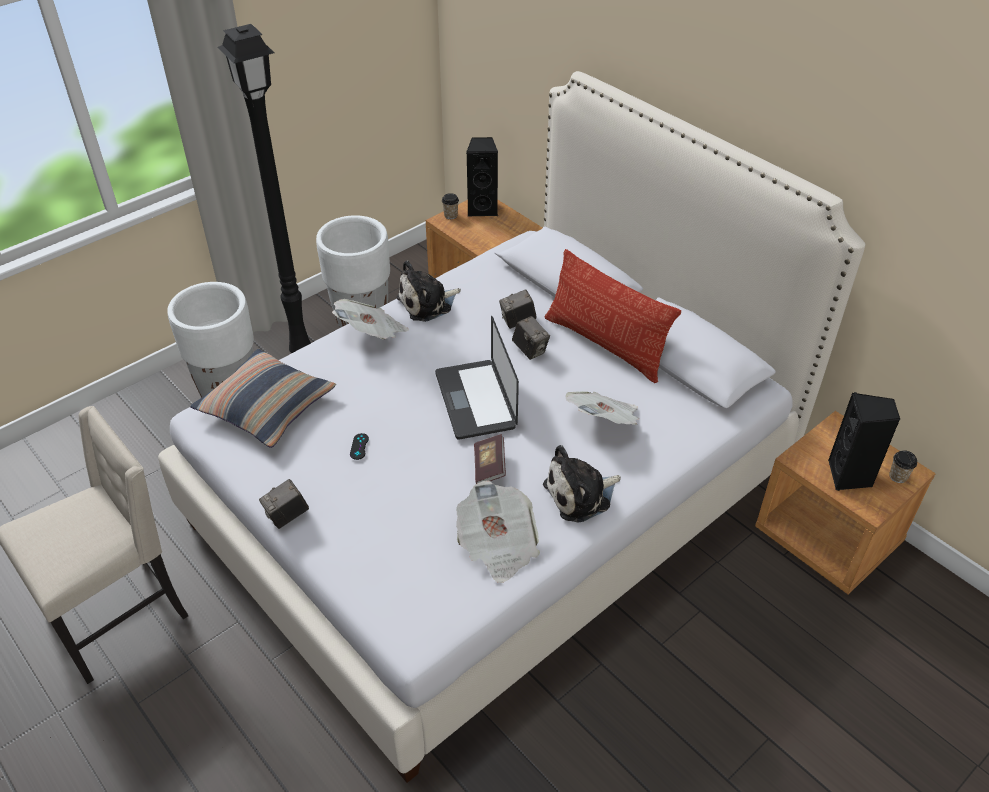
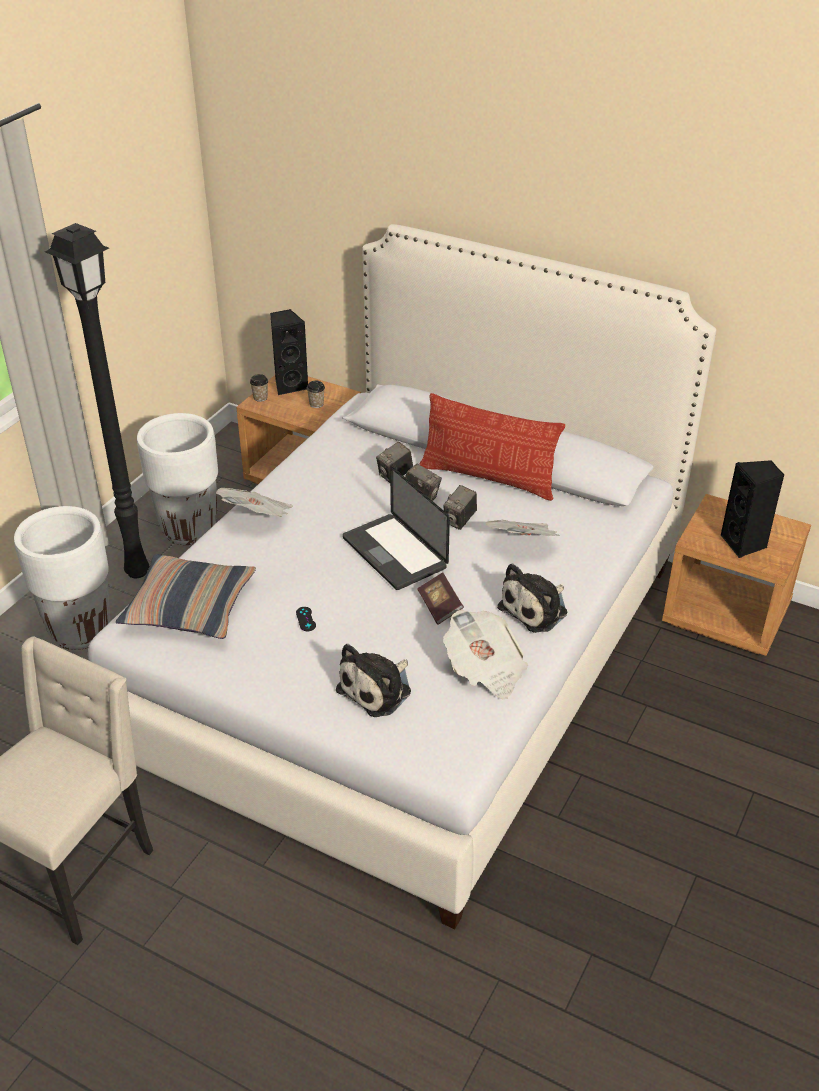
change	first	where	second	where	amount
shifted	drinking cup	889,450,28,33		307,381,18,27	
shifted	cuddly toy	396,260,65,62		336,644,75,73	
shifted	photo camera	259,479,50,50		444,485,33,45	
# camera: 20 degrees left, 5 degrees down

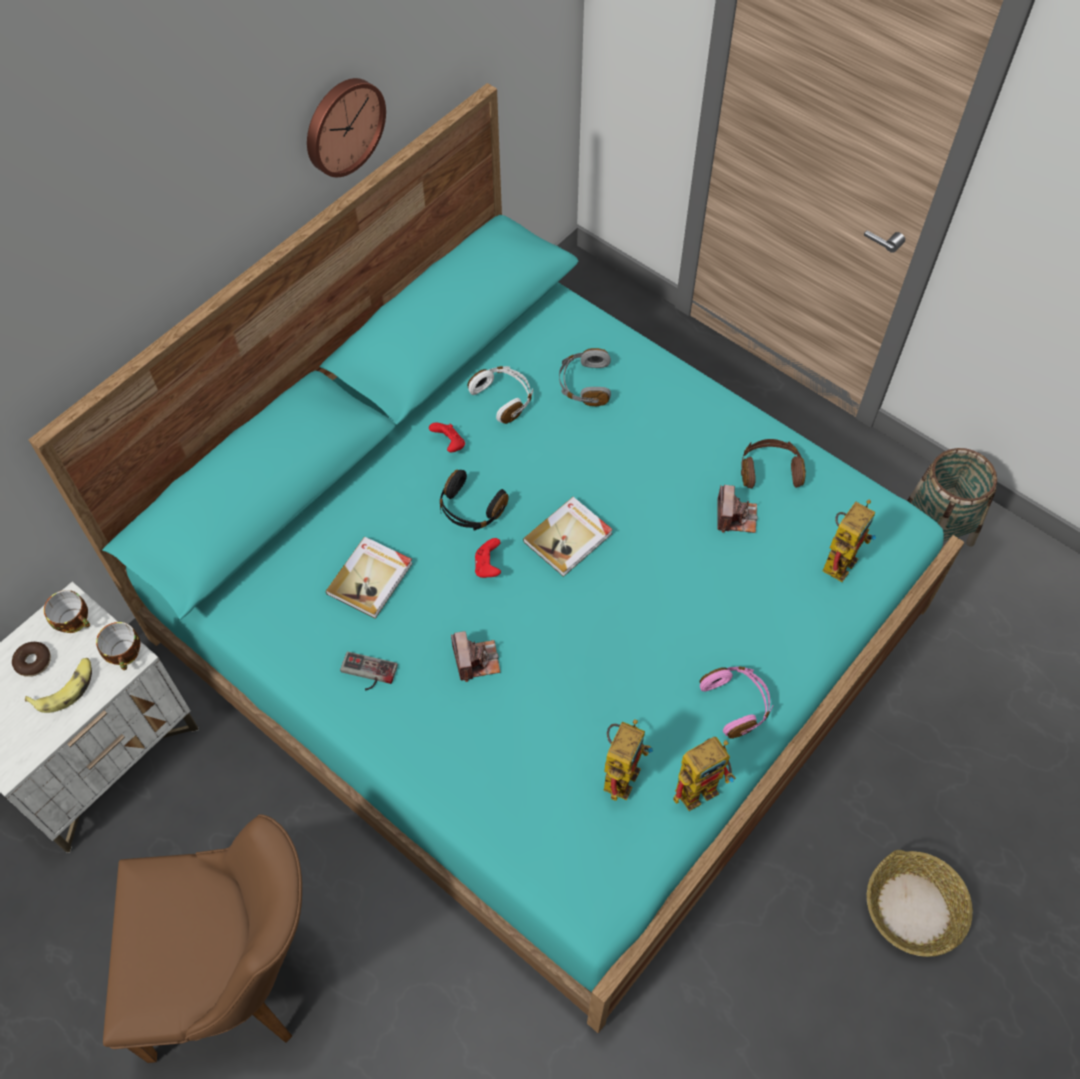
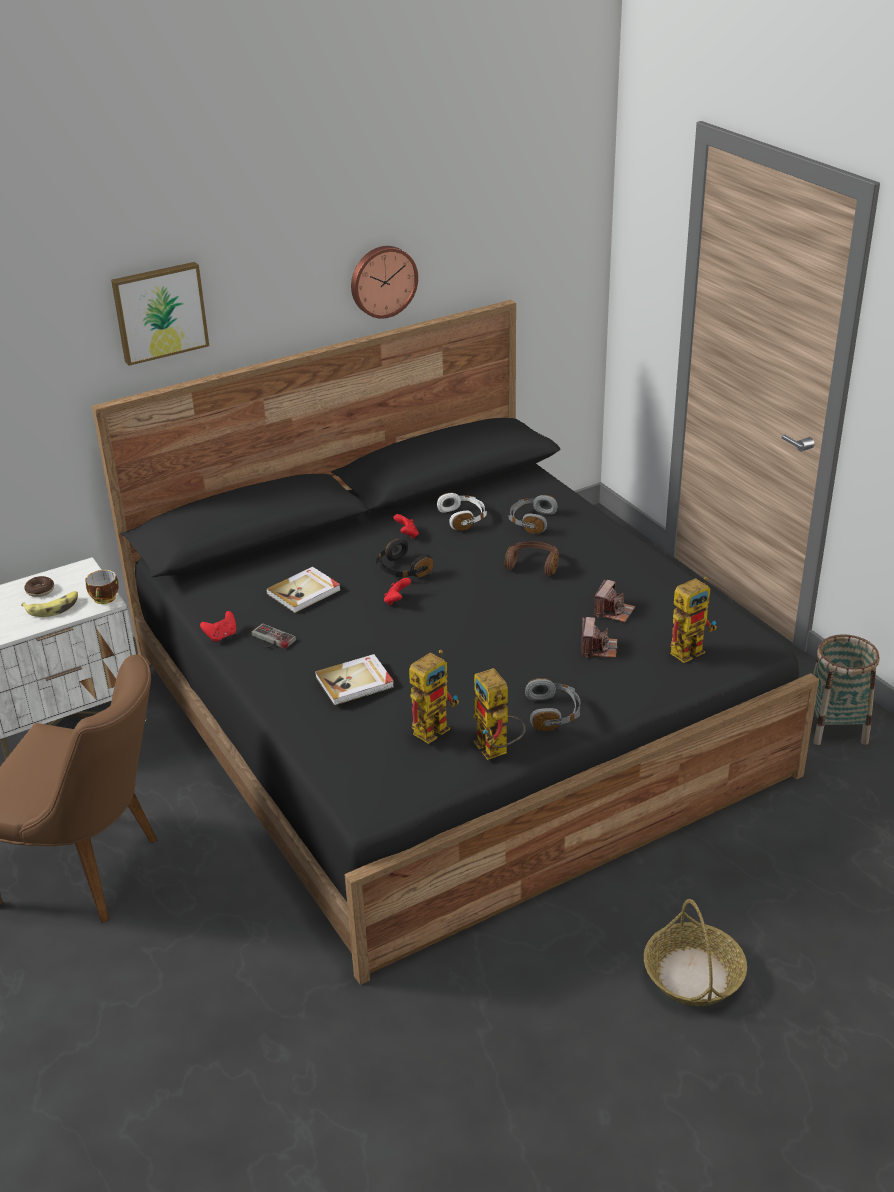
change	first	where	second	where	amount
repainted	turquoise bedroom bed	29,83,935,950	blackish bedroom bed	92,300,727,685	
new			wall art	111,262,98,104	
new			red game controller	200,611,36,31	
shifted	volume	523,497,90,80		315,654,79,52	
rotated	robot figure	673,737,63,74		473,668,53,92	75 degrees clockwise
shifted	brownish pair of headphones	741,439,65,49		505,541,54,35	
repainted	pink pair of headphones	700,666,73,73	greyish pair of headphones	525,678,55,53	
shifted	photo camera	451,631,49,51		582,617,36,41	
gone	drinking cup	44,590,46,43			
# camera: 20 degrees right, 25 degrees down

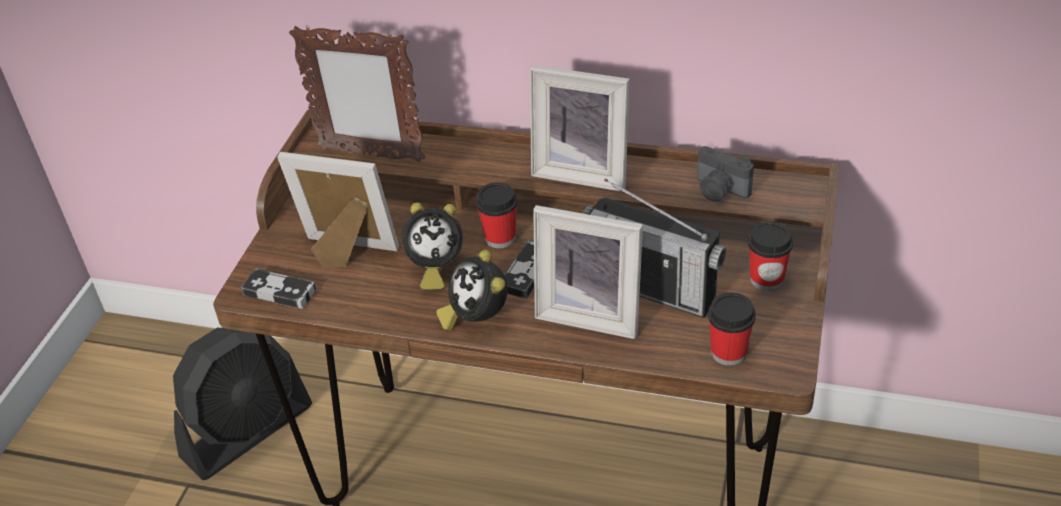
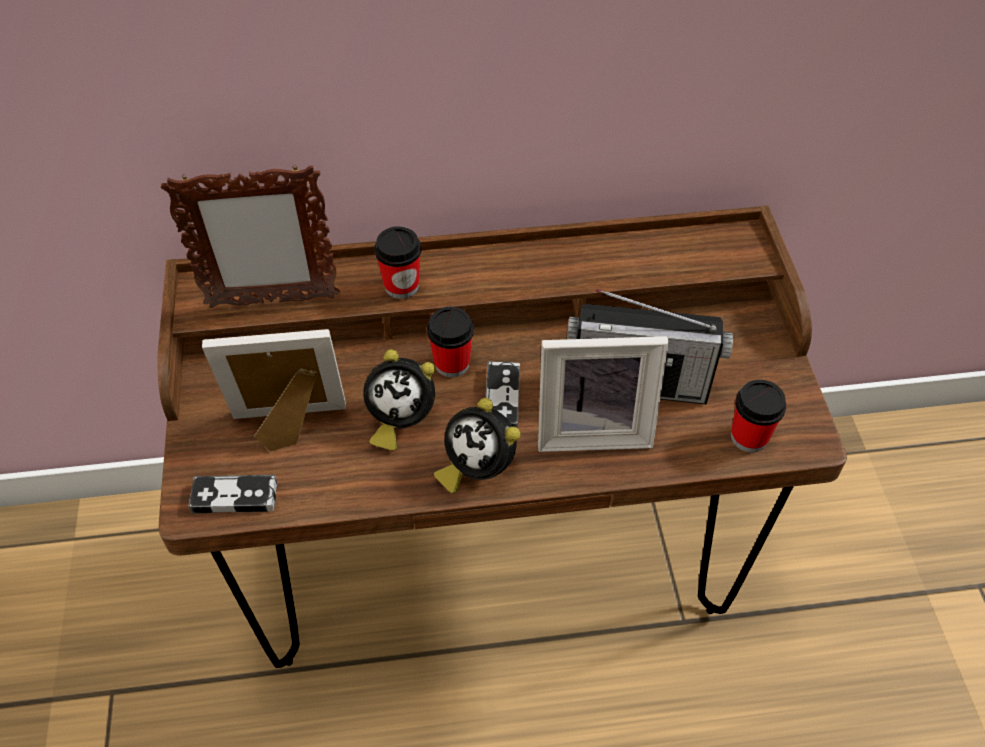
change	first	where	second	where	amount
rotated	bedside clock	402,202,61,88		363,349,72,102	45 degrees clockwise
shifted	drinking cup	748,222,45,69		375,226,46,73	
gone	blackish cooling fan	173,328,139,152			
gone	picture frame	530,65,100,127			
gone	photo camera	697,146,57,56			
# camera: 25 degrees left, 10 degrees up

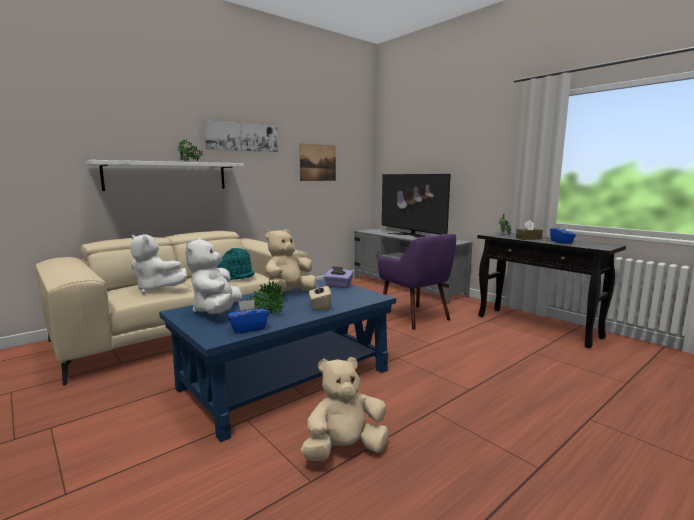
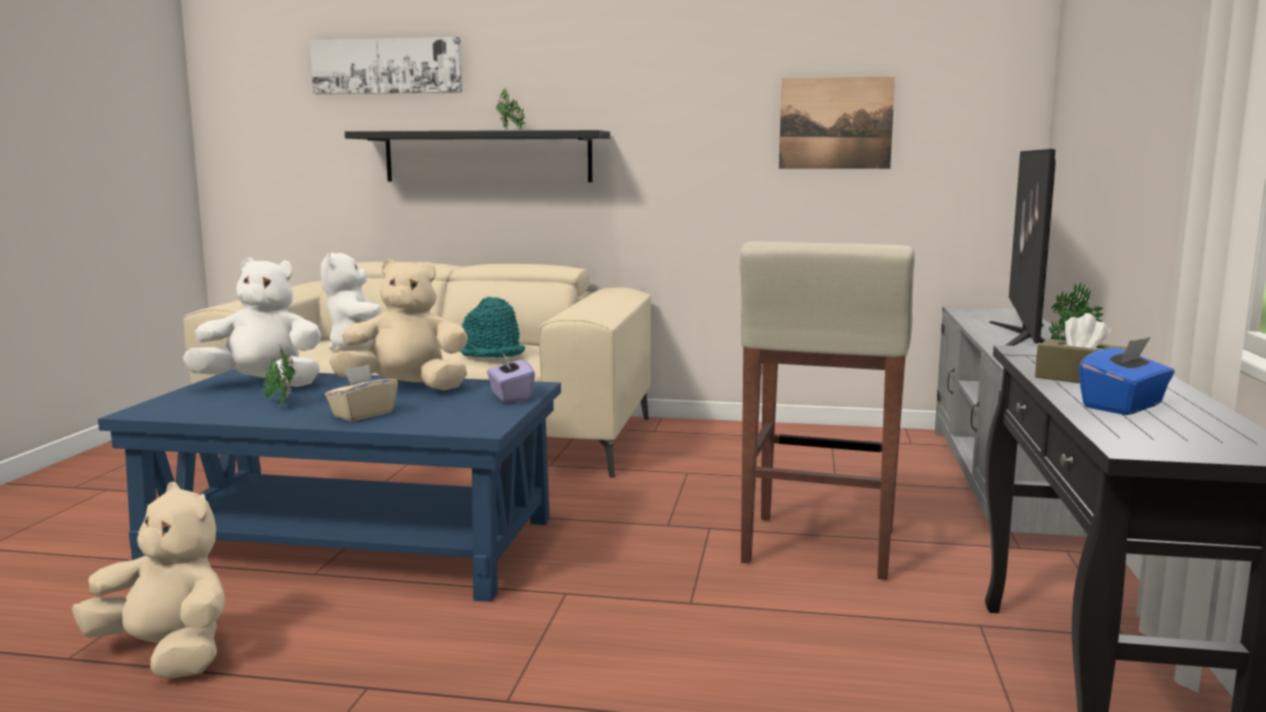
change	first	where	second	where	amount
rotated	white cuddly toy	185,238,57,76		183,257,139,130	45 degrees clockwise
shifted	wall art	204,120,74,32		310,37,152,57	
repainted	white wall shelf	86,160,158,31	blackish wall shelf	345,130,265,52	
swapped	purple-coloured armchair	378,234,78,96	beige-coloured stool seat	740,241,175,339	
gone	bluish box of tissues	228,299,41,34			
# camera: 50 degrees right, 0 degrees up

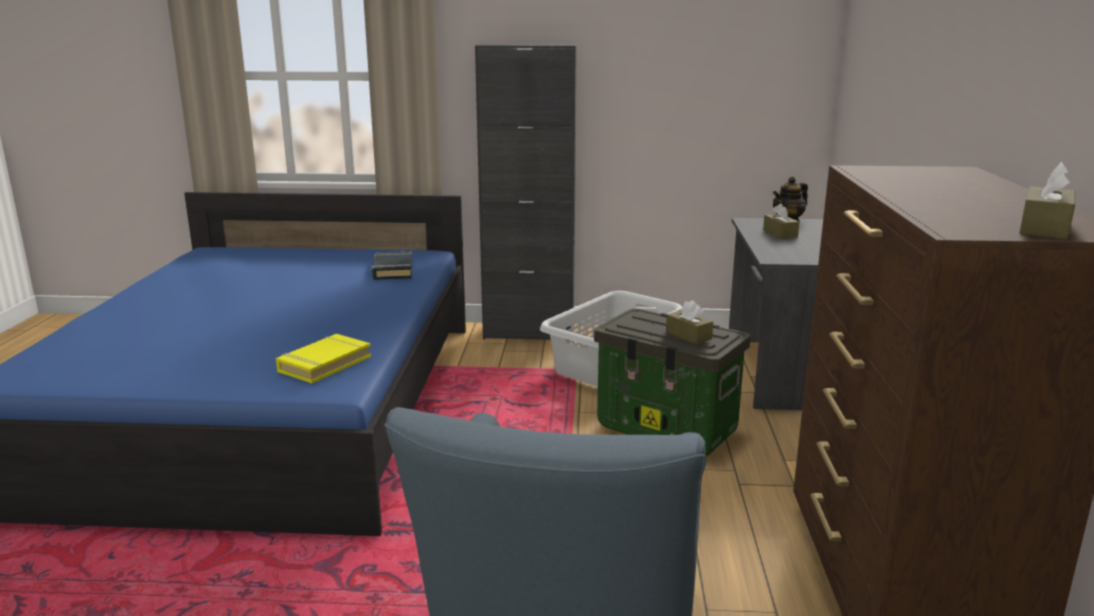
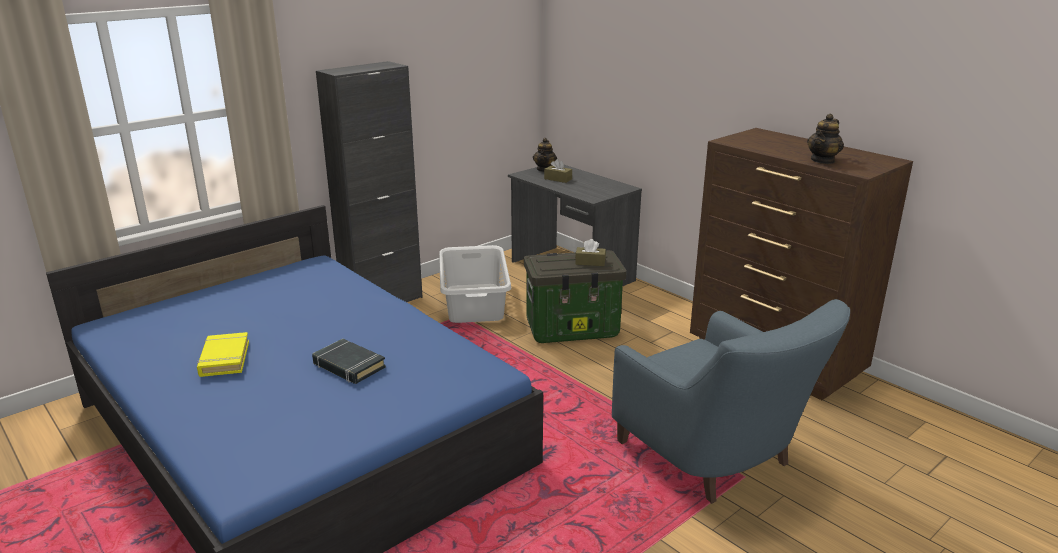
change	first	where	second	where	amount
shifted	yellow-coloured volume	276,334,95,49		197,332,52,45	
shifted	blackish volume	372,251,41,29		312,339,74,45	
new			pot for tea	807,114,37,50	
gone	brownish box of tissues	1020,162,55,77			
# camera: 45 degrees left, 5 degrees up

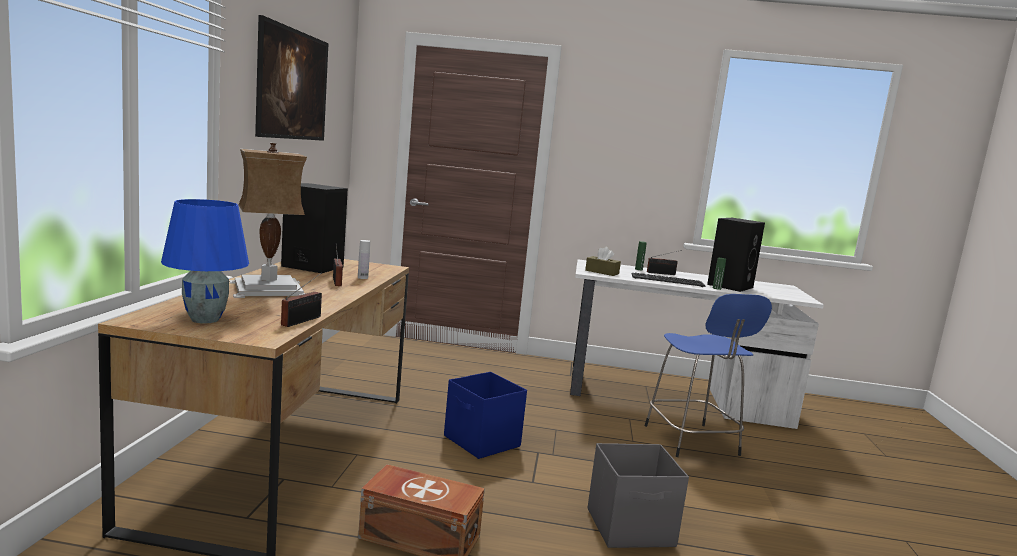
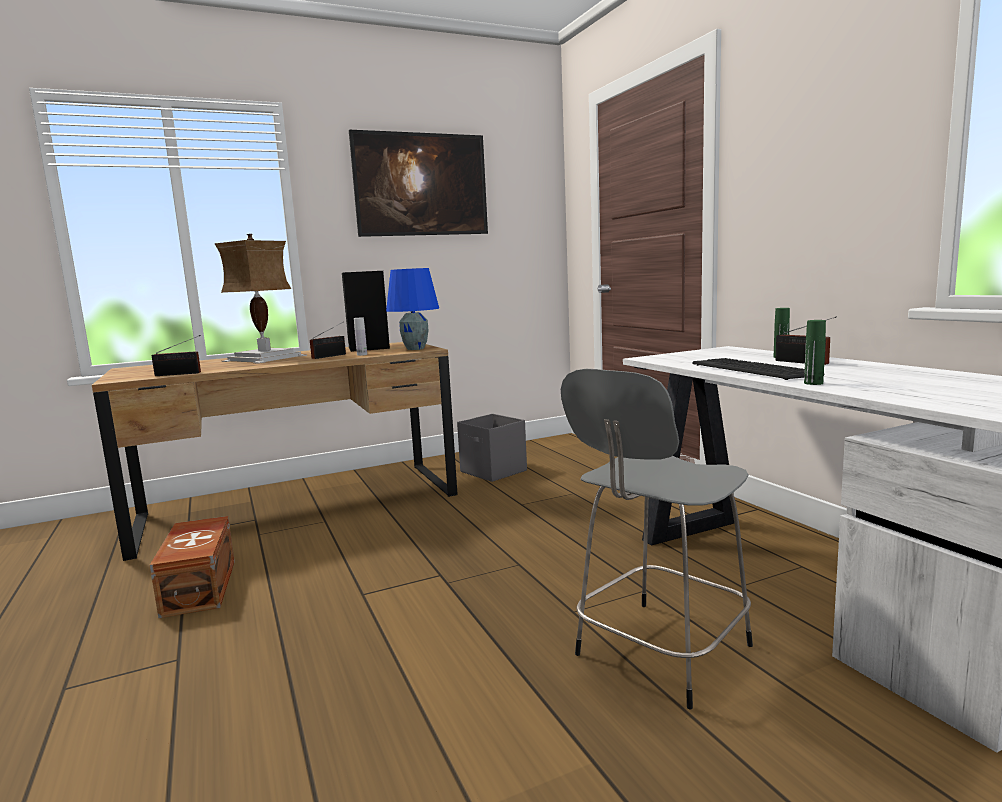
change	first	where	second	where	amount
shifted	bluish table lamp	161,199,88,125		386,268,53,82	
shifted	greyish storage bin	588,443,101,105		457,414,70,68	
repainted	bluish stool seat	645,294,127,163	greyish stool seat	561,369,192,340	
gone	bluish storage bin	444,372,83,87			
gone	brownish box of tissues	585,247,36,29			
gone	blackish loudspeaker	707,218,58,74			
# camera: 60 degrees right, 0 degrees up

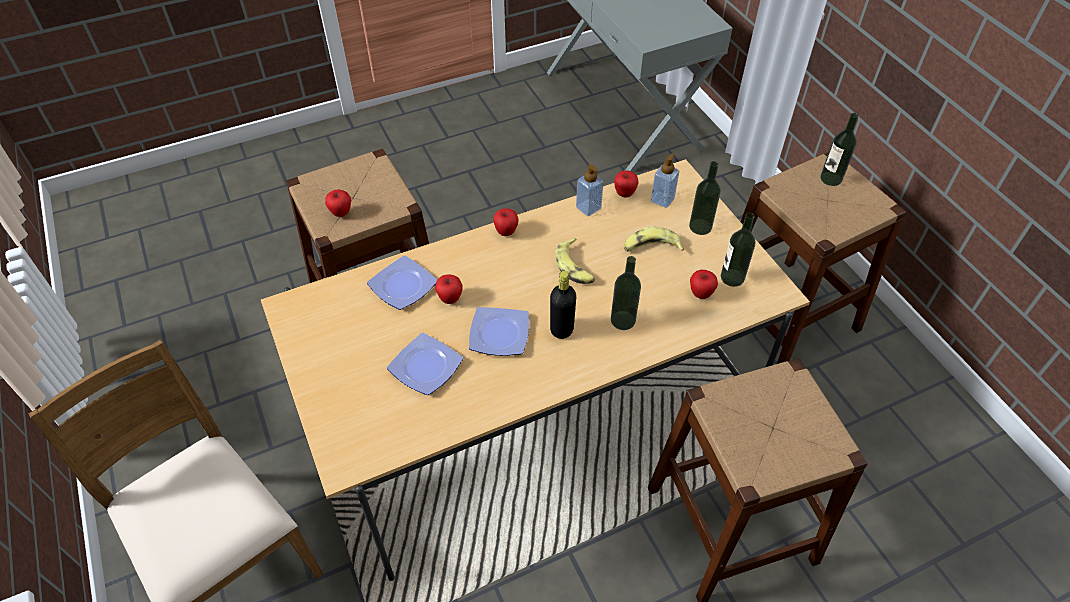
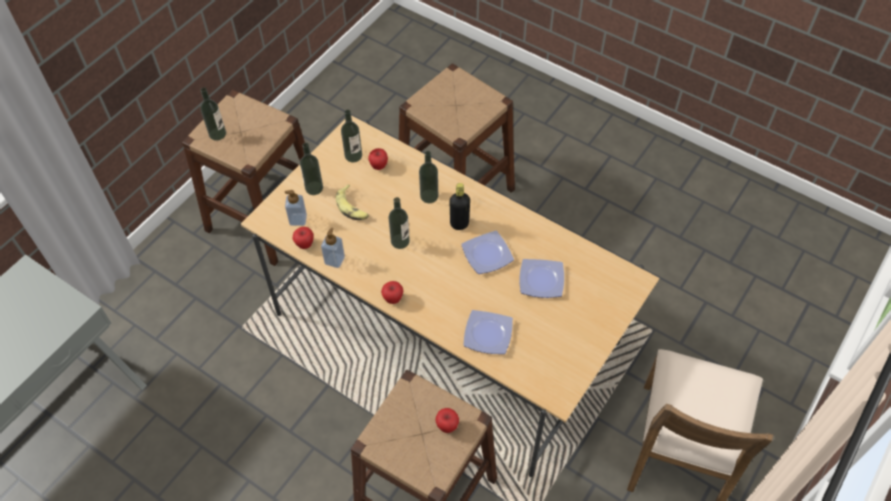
change	first	where	second	where	amount
swapped	banana	556,238,39,46	bottle	388,197,22,52	
gone	apple	435,274,28,30			
# camera: 120 degrees left, 5 degrees up

